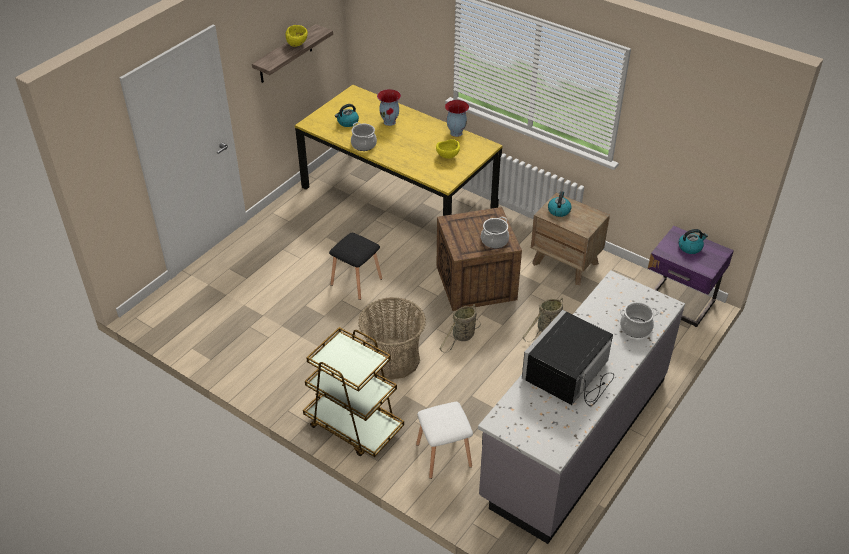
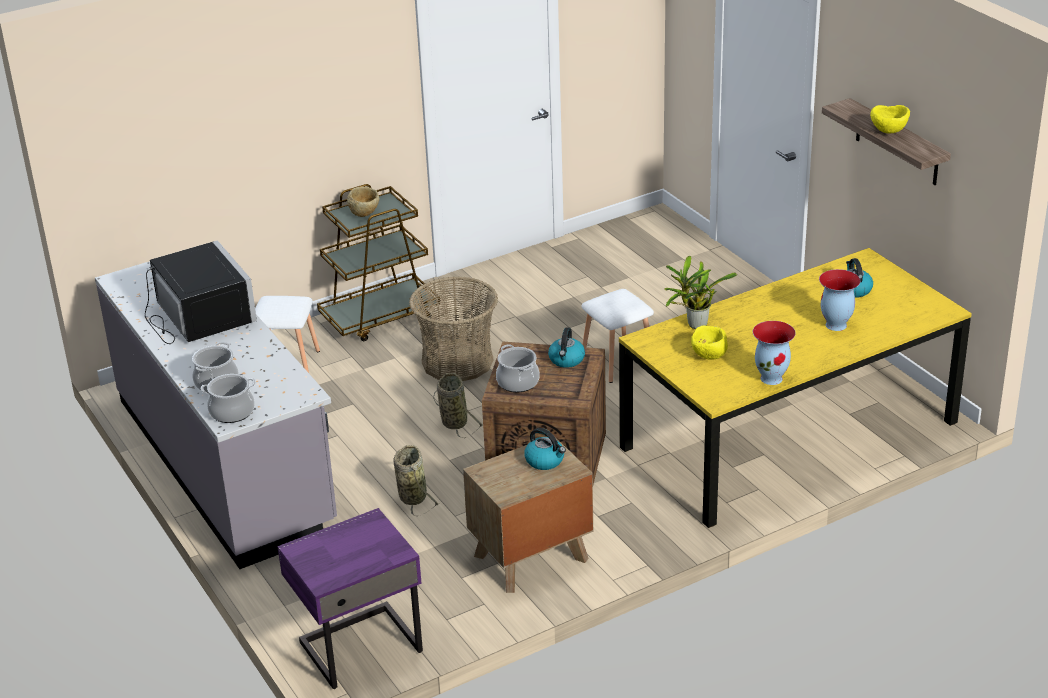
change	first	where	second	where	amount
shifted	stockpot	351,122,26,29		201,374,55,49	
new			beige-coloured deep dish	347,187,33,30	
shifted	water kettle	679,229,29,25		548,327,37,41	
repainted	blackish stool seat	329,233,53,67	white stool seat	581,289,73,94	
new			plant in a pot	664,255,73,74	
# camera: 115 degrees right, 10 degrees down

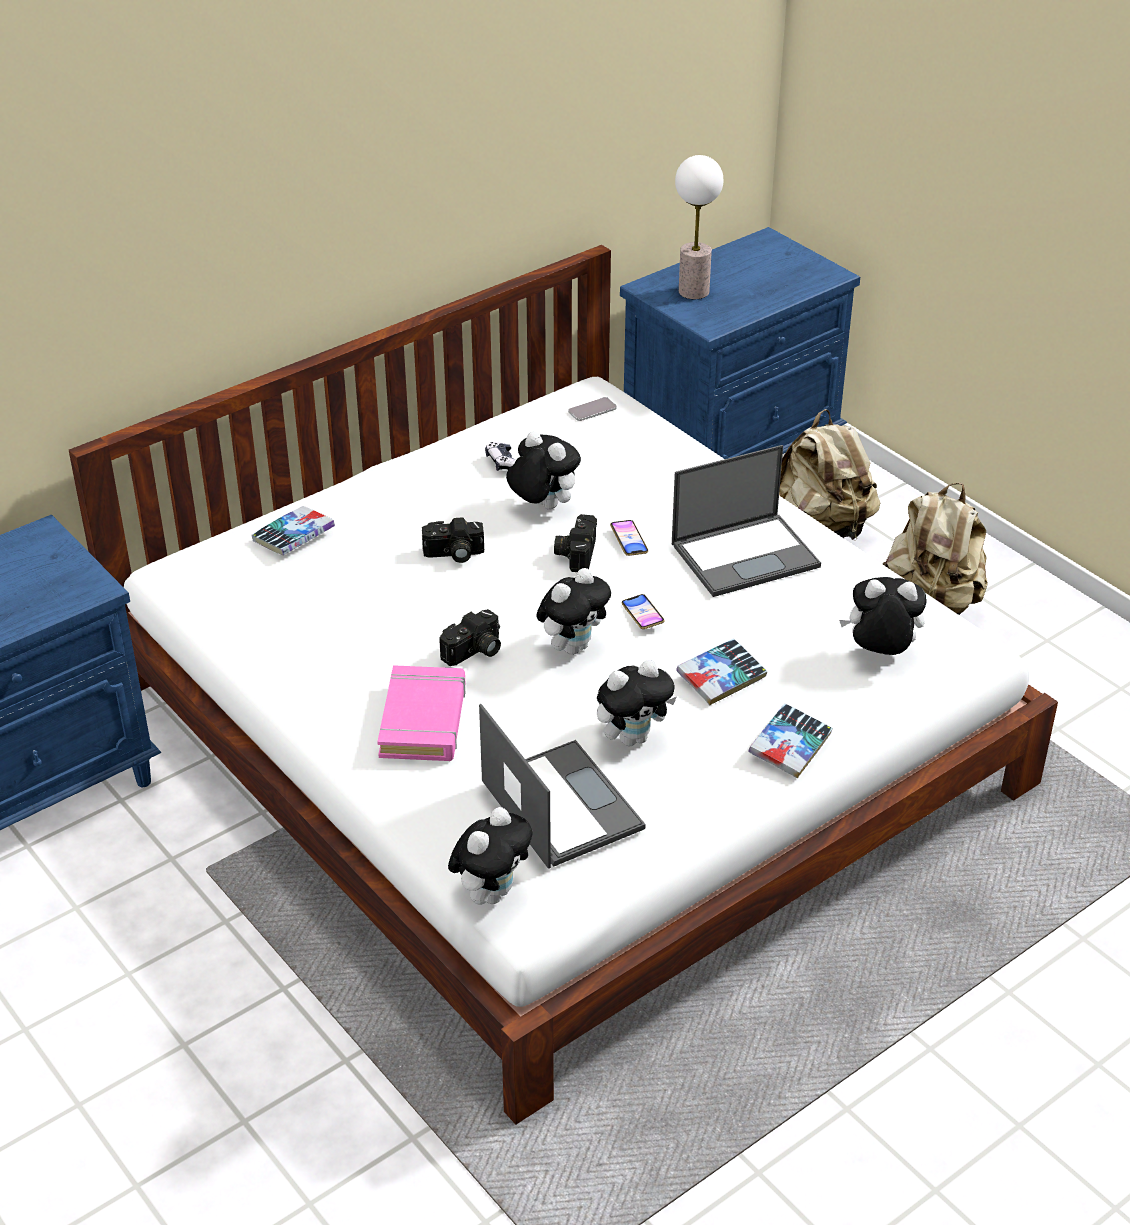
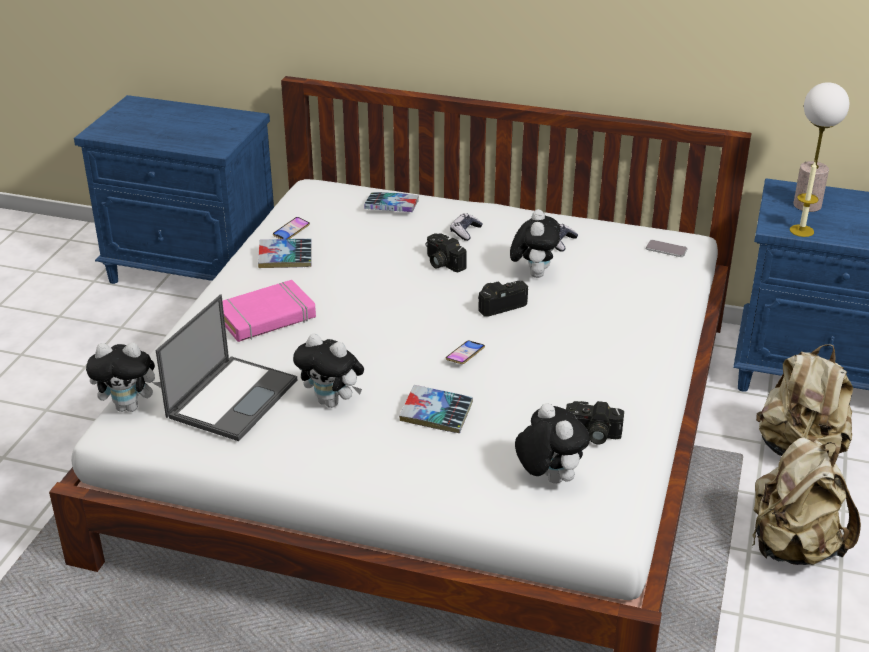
change	first	where	second	where	amount
shifted	volume	748,703,85,75		258,238,54,30	
shifted	telephone	610,520,38,36		273,217,37,22	
new			game controller	450,213,33,28	
shifted	photo camera	439,609,62,57		566,401,58,44	
new			candle	790,162,29,75	
gone	cuddly toy	537,568,74,87			
gone	laptop	672,445,149,152			
# camera: 55 degrees right, 5 degrees down

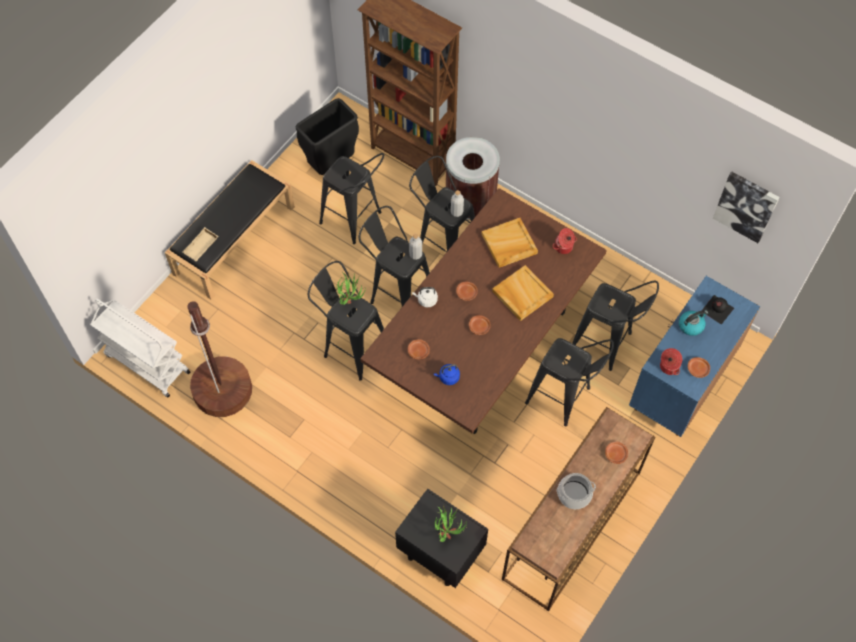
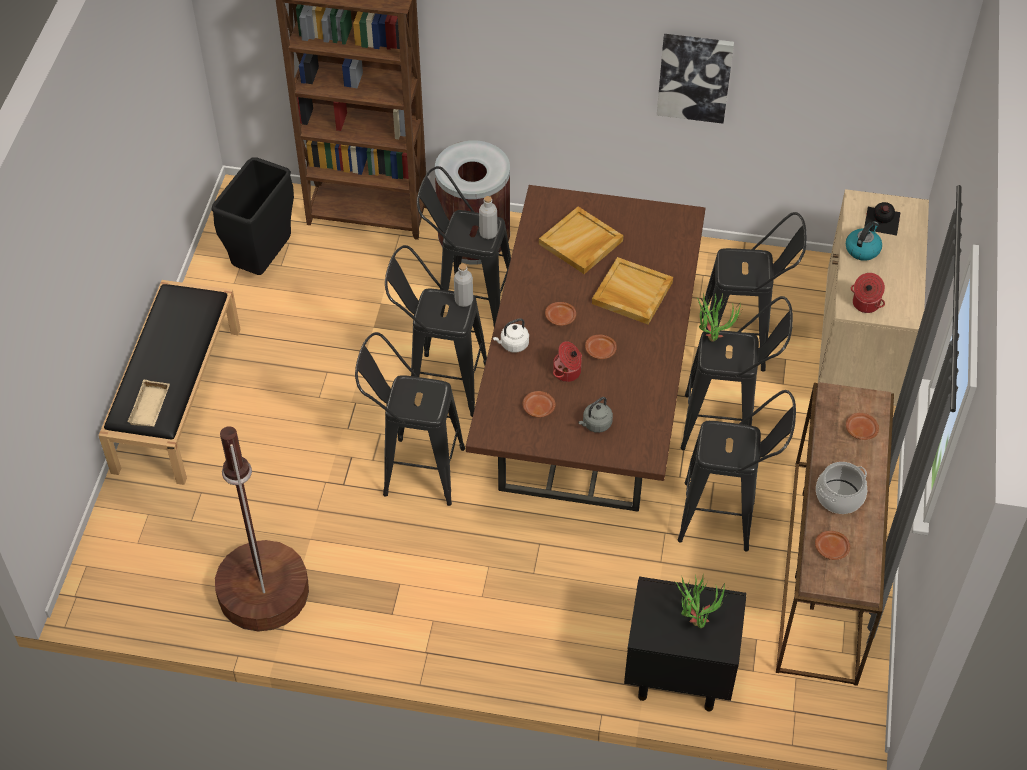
change	first	where	second	where	amount
shifted	stockpot	553,228,24,26		553,341,29,41	
repainted	bluish water kettle	434,364,26,21	greyish water kettle	578,397,35,36	
shifted	wall art	713,171,67,72		657,34,77,90	
shifted	blackish stool seat	319,153,65,91		678,390,118,162	
shifted	plant in a pot	337,273,29,32		697,292,46,50	
shifted	brownish flat dish	688,357,22,21		815,531,35,29	
repainted	bluish cabinet	629,276,131,161	beige-coloured cabinet	818,189,111,217	
gone	white cart	90,299,100,98			
# camera: 25 degrees left, 10 degrees down

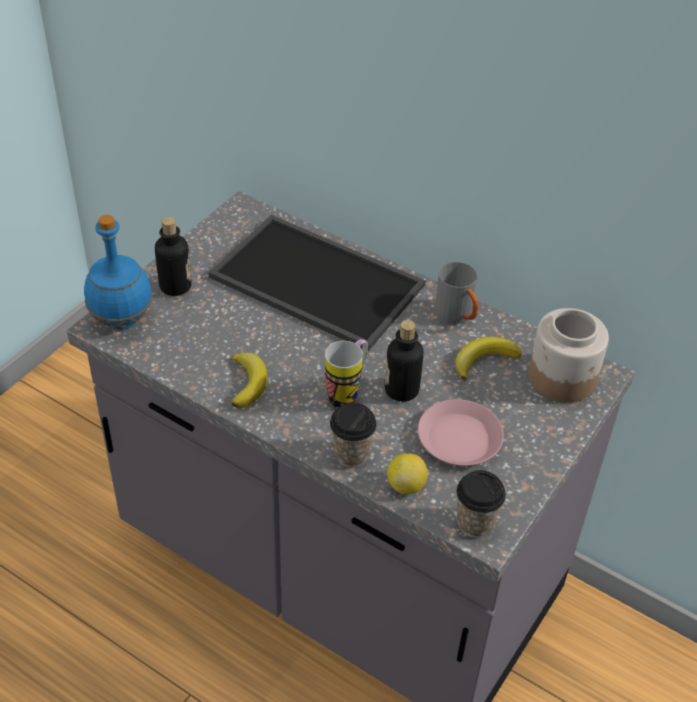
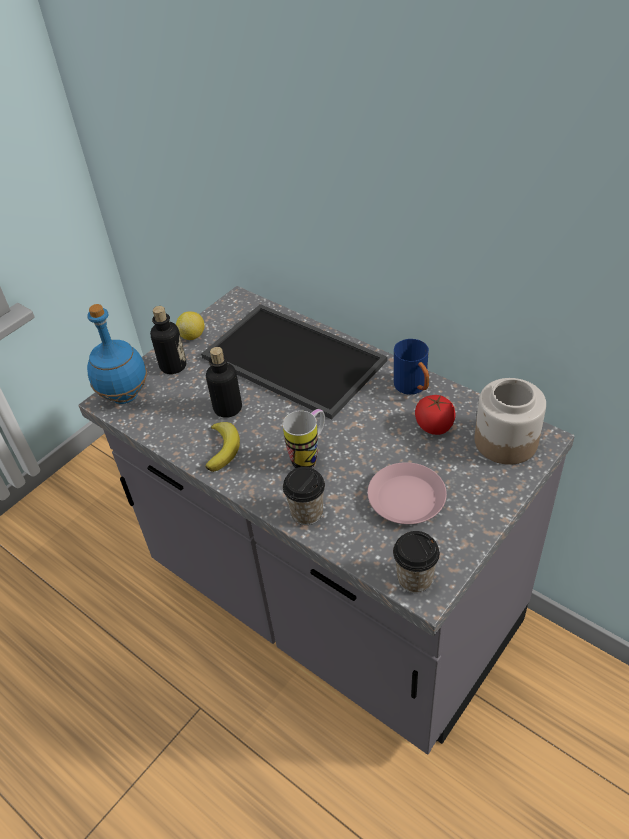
change	first	where	second	where	amount
shifted	lemon	387,453,41,41		176,312,29,28	
shifted	bottle	385,320,39,82		206,347,36,71	
repainted	greyish tea mug	435,262,44,62	bluish tea mug	394,339,35,56	
swapped	banana	455,337,67,44	whole tomato	415,395,41,40	
# camera: 10 degrees right, 0 degrees up

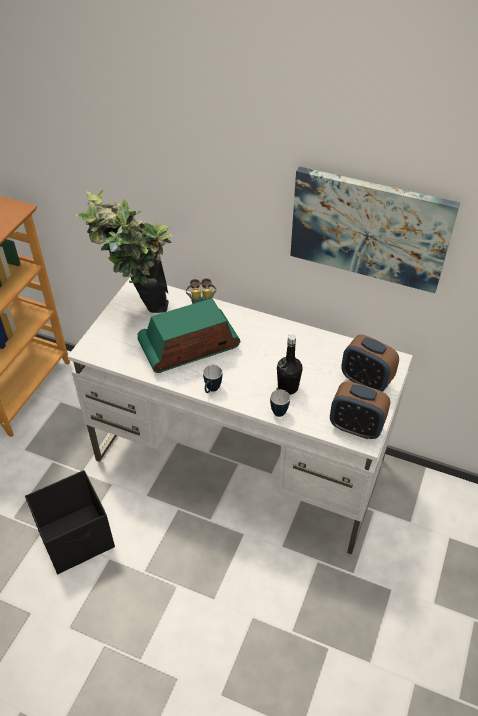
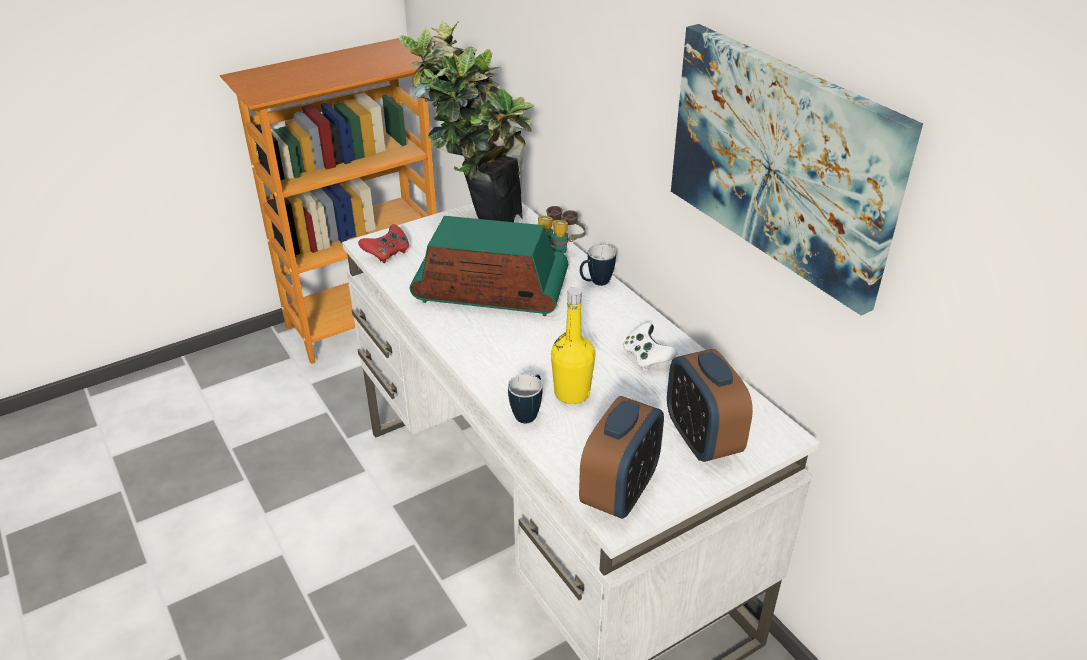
change	first	where	second	where	amount
new			red game controller	358,224,51,39	
repainted	blackish bottle	277,334,26,61	yellow-coloured bottle	551,287,45,117	
rotated	bedside clock	330,381,60,58		579,396,85,123	120 degrees counterclockwise
shifted	tea mug	203,365,19,28		580,244,36,42	
new			white game controller	623,323,55,48	
gone	blackish storage bin	25,470,90,104			
# camera: 35 degrees right, 10 degrees down

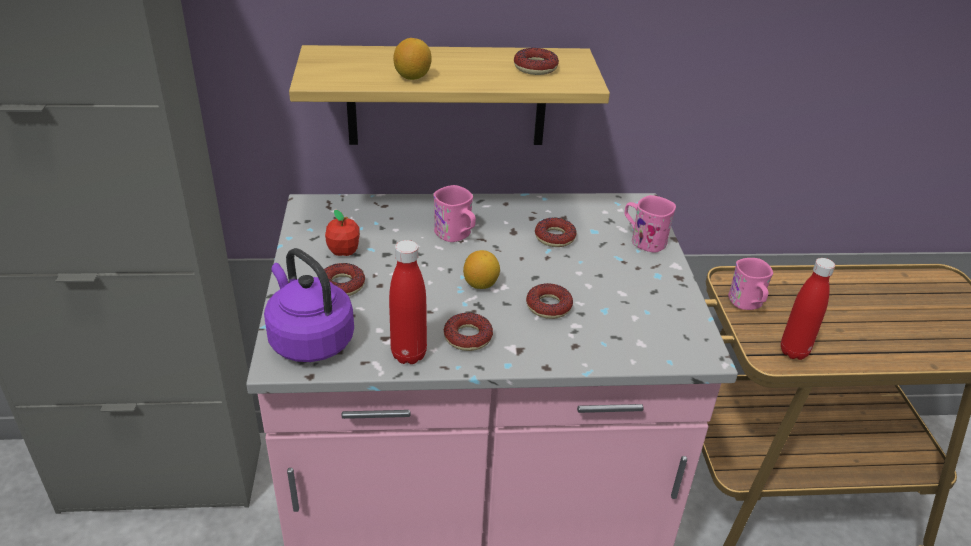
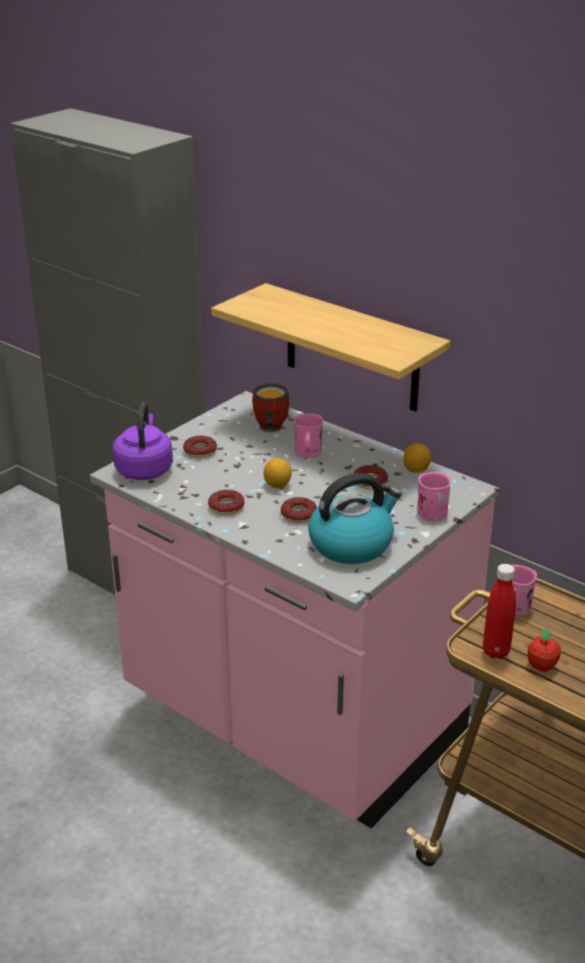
change	first	where	second	where	amount
new			tea mug	252,384,37,48	
new			water kettle	308,473,94,91	
shifted	lemon	393,38,39,42		403,443,28,30	
shifted	apple	325,210,35,46		527,628,34,44	
gone	red bottle	389,240,38,124			
gone	donut	514,48,45,27			
# camera: 45 degrees right, 5 degrees down

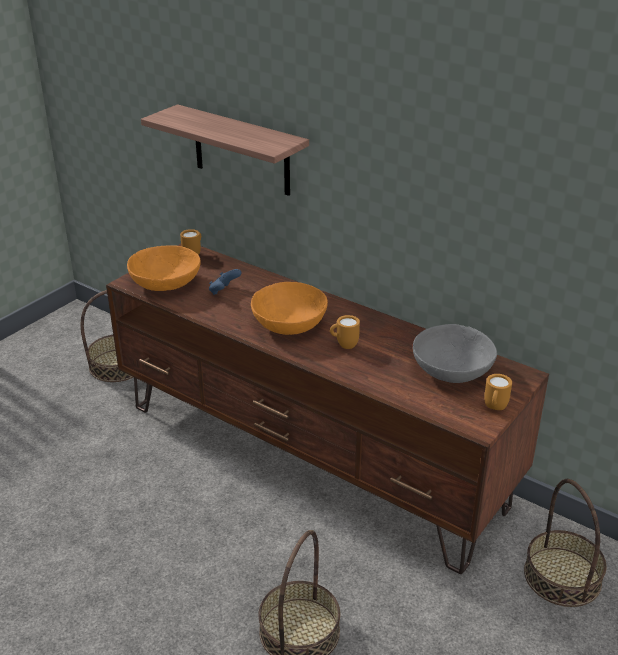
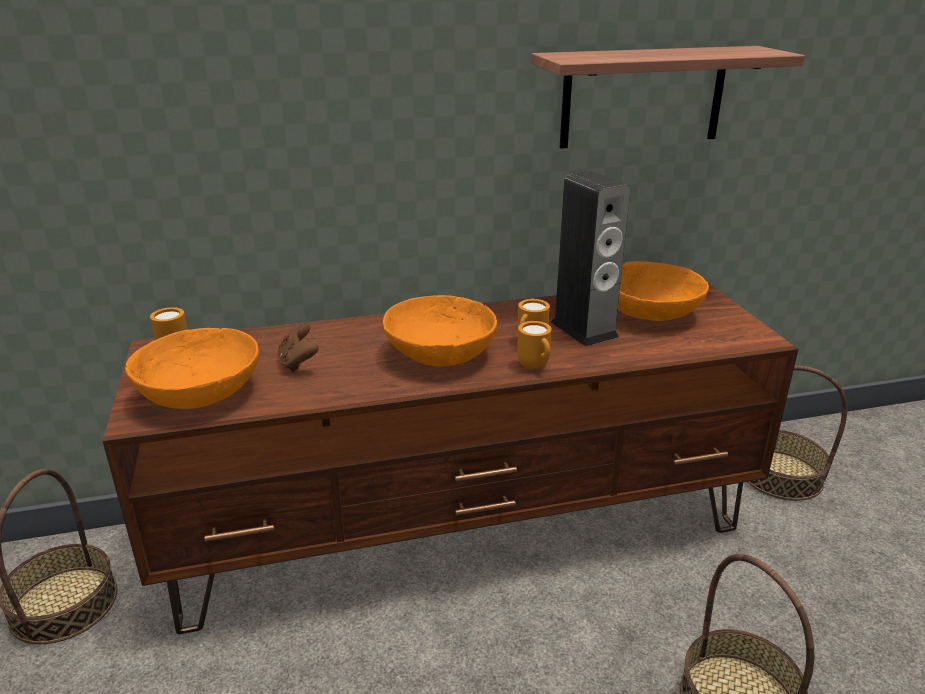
change	first	where	second	where	amount
repainted	bluish game controller	209,269,32,26	brownish game controller	278,323,41,49	
shifted	orange-coloured tea mug	484,374,28,36		517,321,35,48	
shifted	wall shelf	141,104,168,92		531,46,274,103	
new			loudspeaker	551,171,79,175	
repainted	greyish deep dish	413,324,84,59	orange-coloured deep dish	618,261,91,60	
# camera: 50 degrees left, 5 degrees down

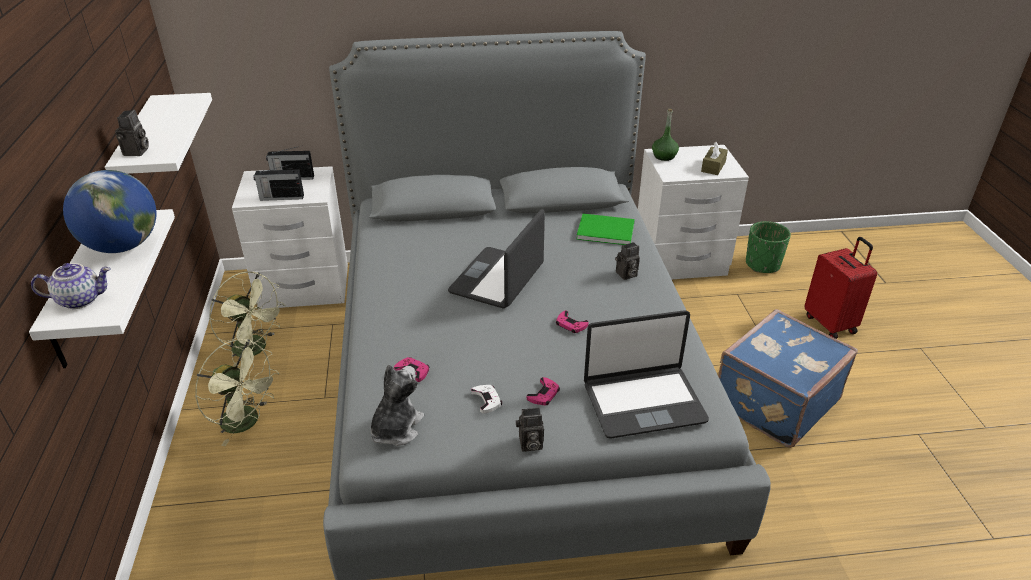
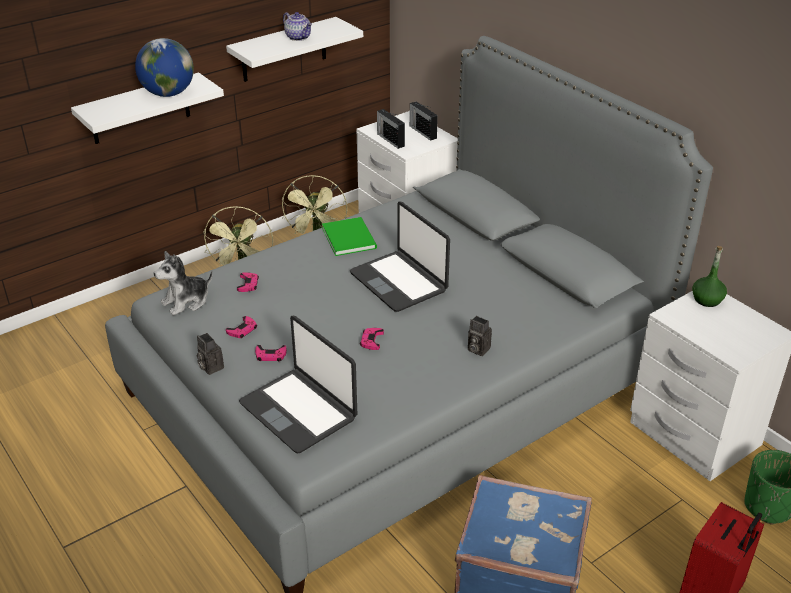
change	first	where	second	where	amount
rotated	cuddly toy	371,365,53,81		153,251,60,65	150 degrees clockwise
repainted	white game controller	471,385,31,28	pink game controller	226,316,31,22	
shifted	pot for tea	31,263,79,46		283,12,29,29	
shifted	green-coloured volume	576,214,59,31		322,217,55,39	
rotated	laptop	448,209,97,99		350,201,100,111	120 degrees counterclockwise
gone	photo camera	115,109,34,47			
gone	brownish box of tissues	701,142,27,33			
# camera: 60 degrees right, 0 degrees up

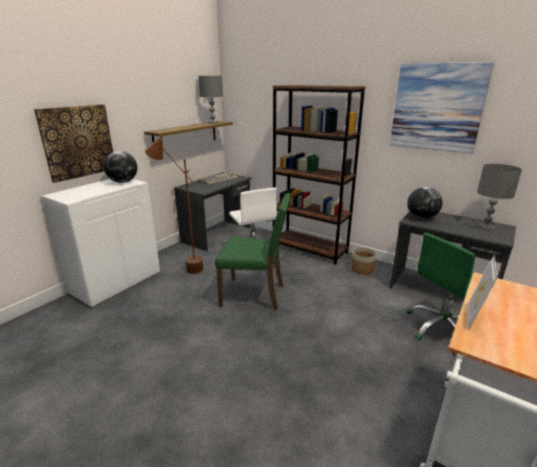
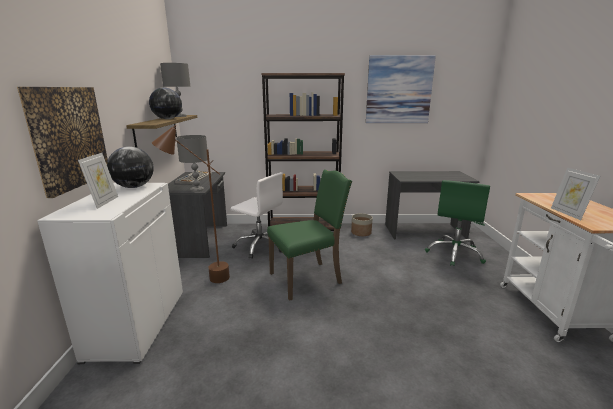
change	first	where	second	where	amount
new			picture frame	78,153,40,56	
shifted	desk globe	407,187,36,32		149,87,33,32	
shifted	greyish table lamp	477,164,45,66		176,135,31,57	
# camera: 35 degrees left, 5 degrees down

